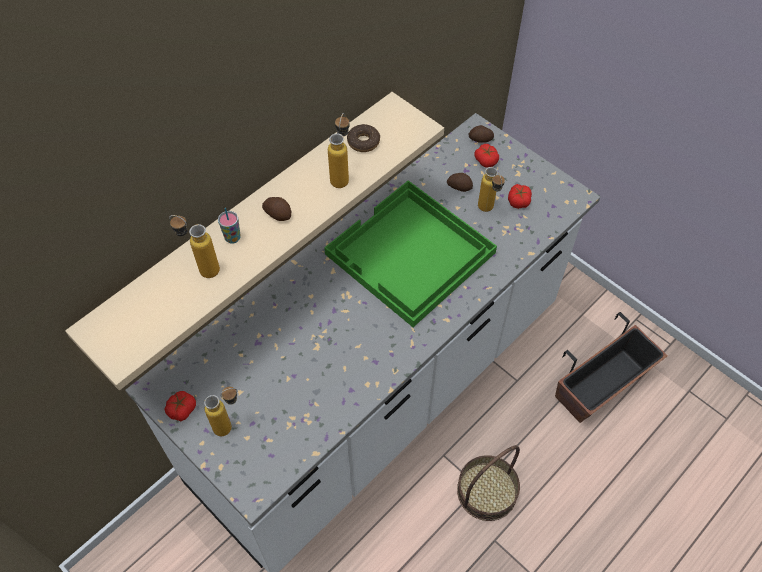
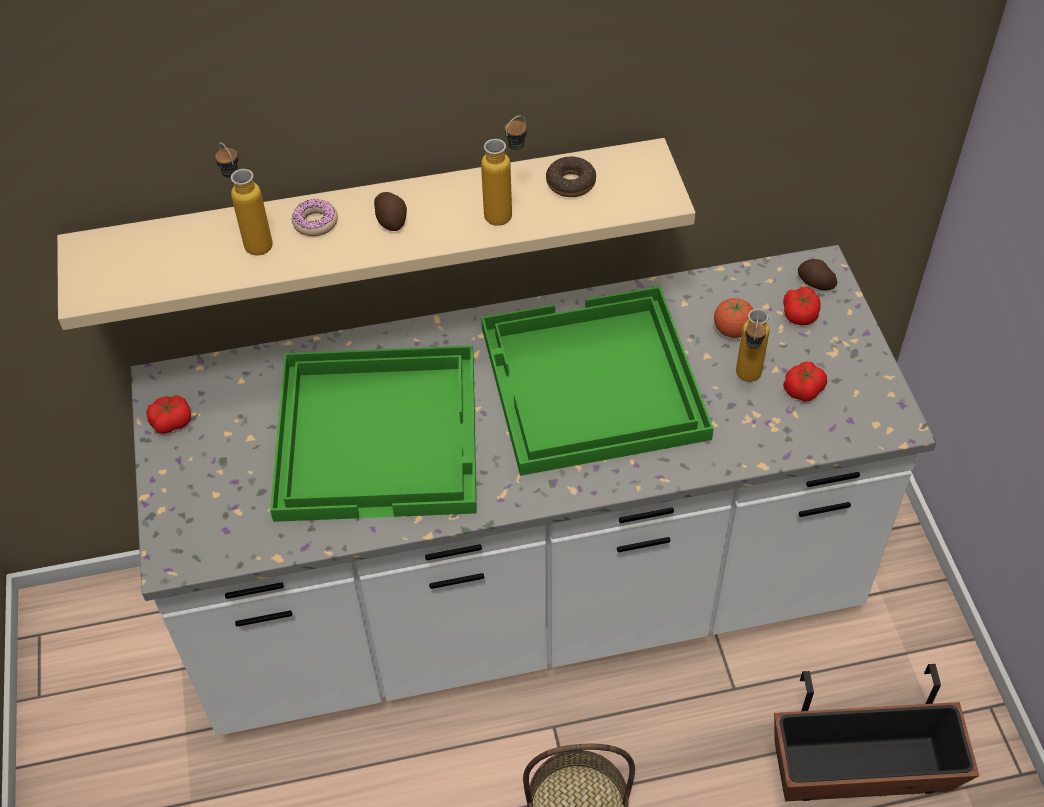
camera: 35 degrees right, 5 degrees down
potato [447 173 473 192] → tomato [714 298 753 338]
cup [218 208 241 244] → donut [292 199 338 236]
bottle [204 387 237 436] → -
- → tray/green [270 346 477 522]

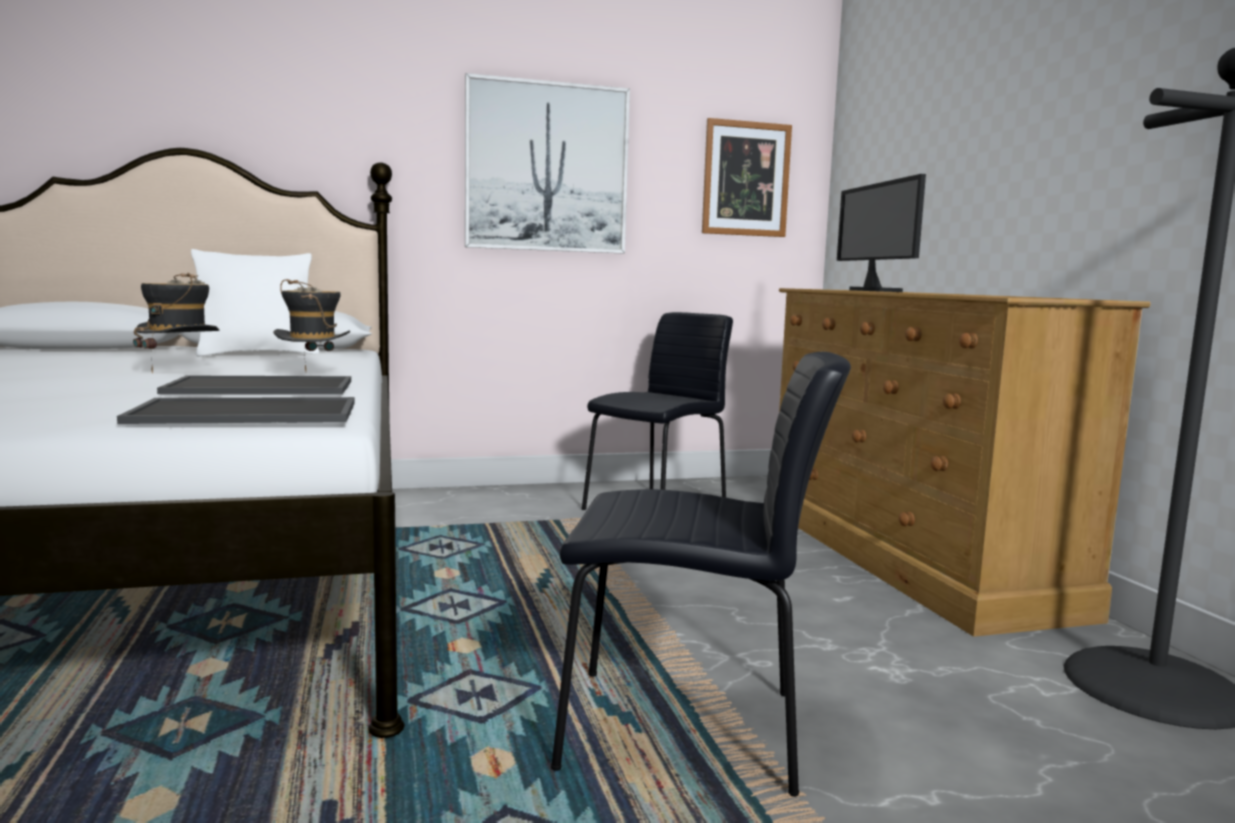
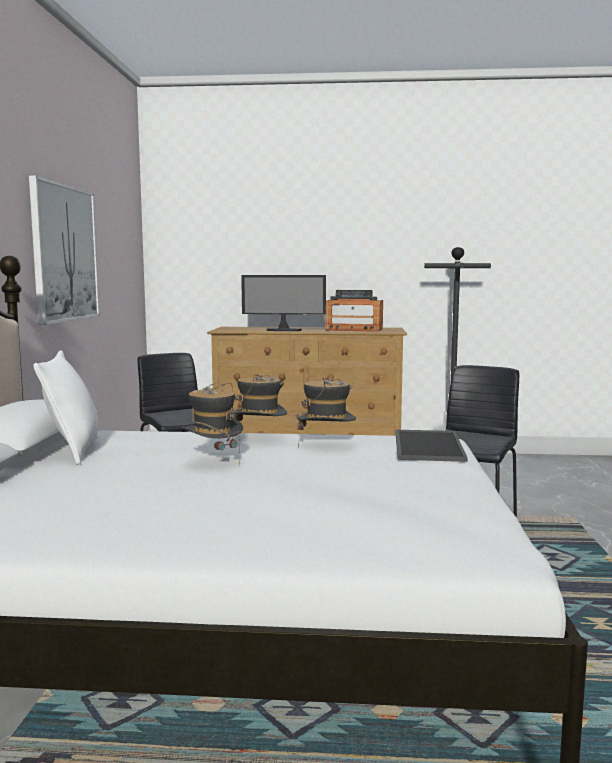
camera: 70 degrees left, 0 degrees up
picture [702 118 792 237] → -
tray [157 376 351 394] → hat [295 377 356 448]
- → radio [325 290 383 332]

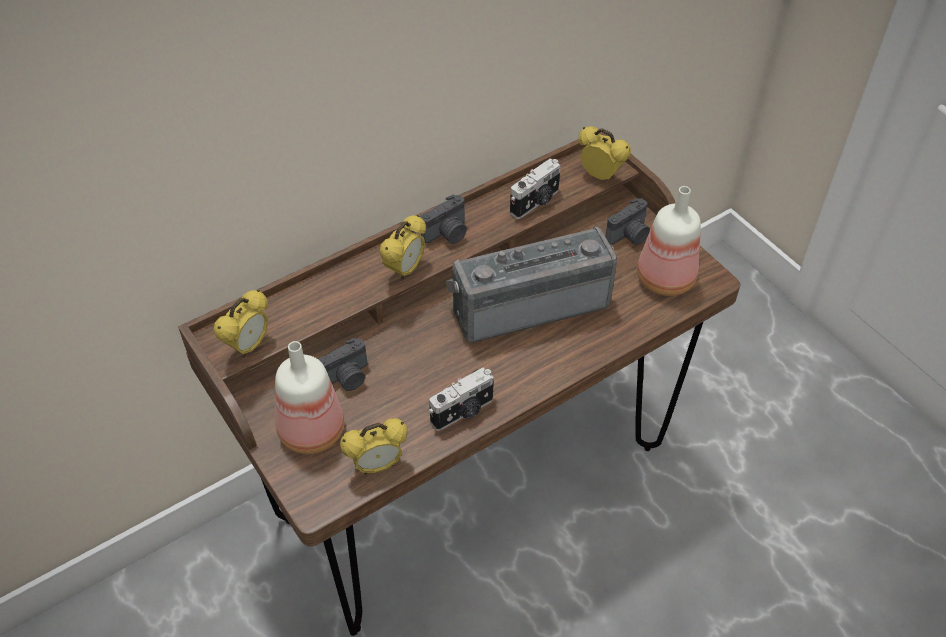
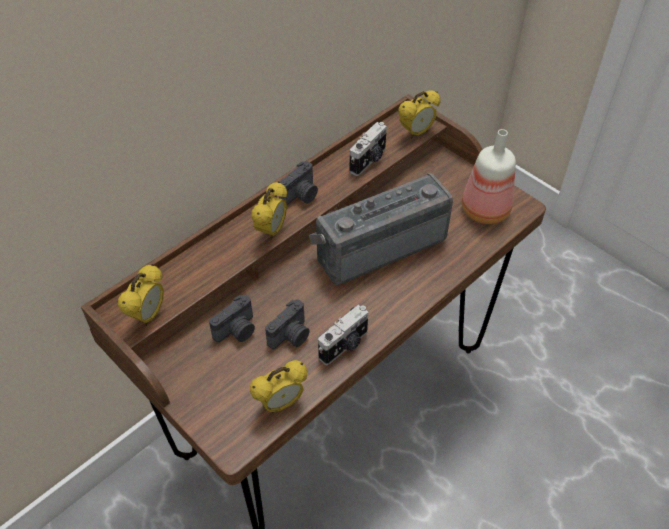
camera: 10 degrees left, 0 degrees up
alarm clock [579 126 631 180] → alarm clock [398 90 441 139], 120 degrees clockwise
photo camera [605 198 650 245] → photo camera [265 299 309 349], moved
bottle [275 341 344 454] → -

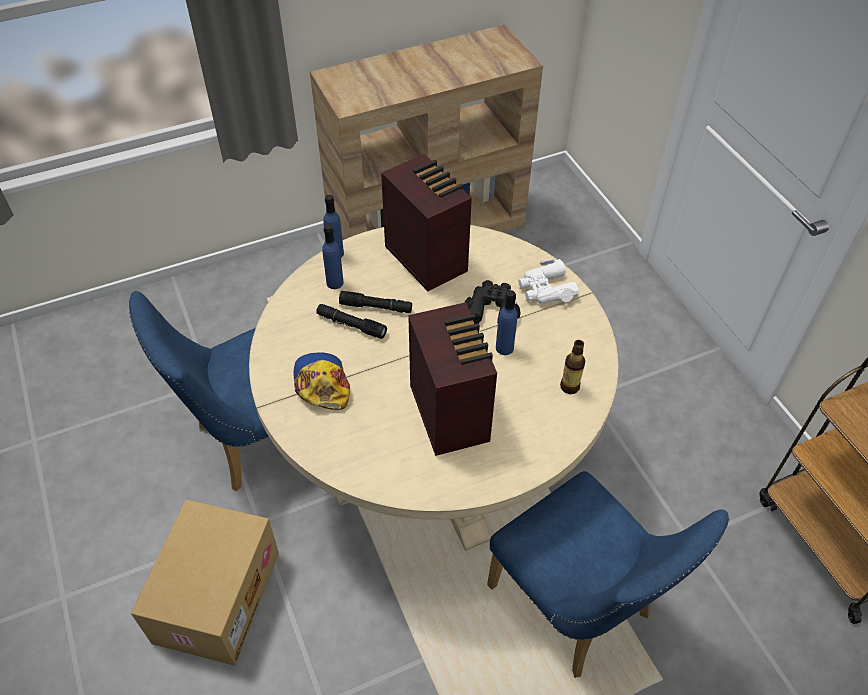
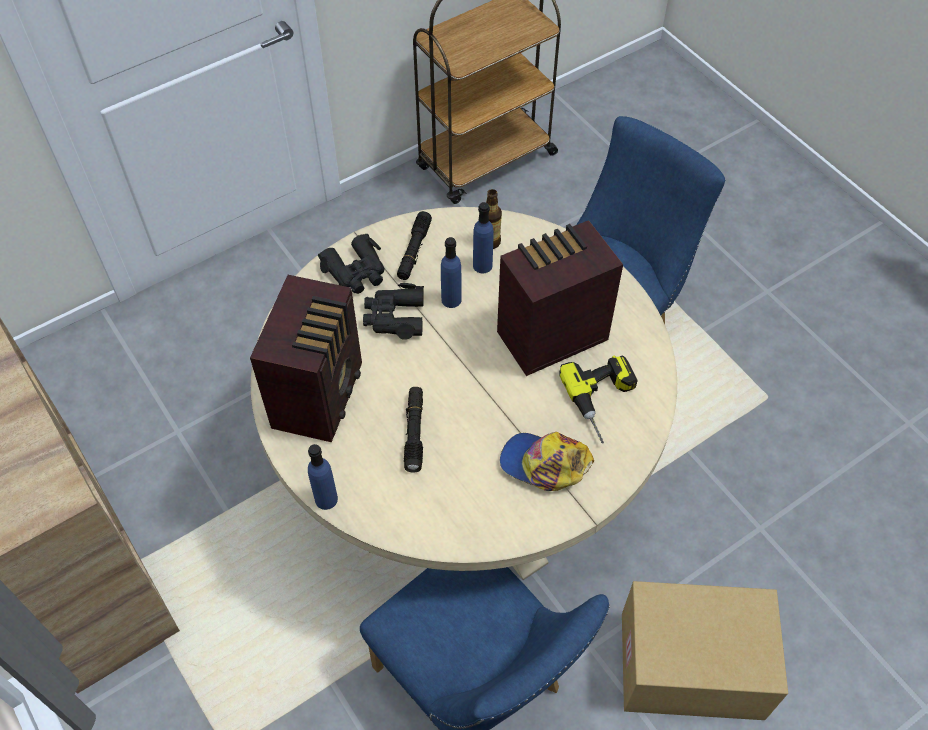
camera: 100 degrees left, 5 degrees up
radio [381 154 472 291] → radio [250 275 362 442], 150 degrees clockwise
bottle/blue [322 224 344 289] → bottle/blue [473 202 493 273], moved
binoculars/white [518 259 580 304] → binoculars/black [318 234 385 294]
flashlight/black [316 304 387 339] → flashlight/black [397 211 432 280], moved
cap [294 352 350 410] → cap [500 432 594 491], 45 degrees clockwise
- → power drill [559 355 638 443]

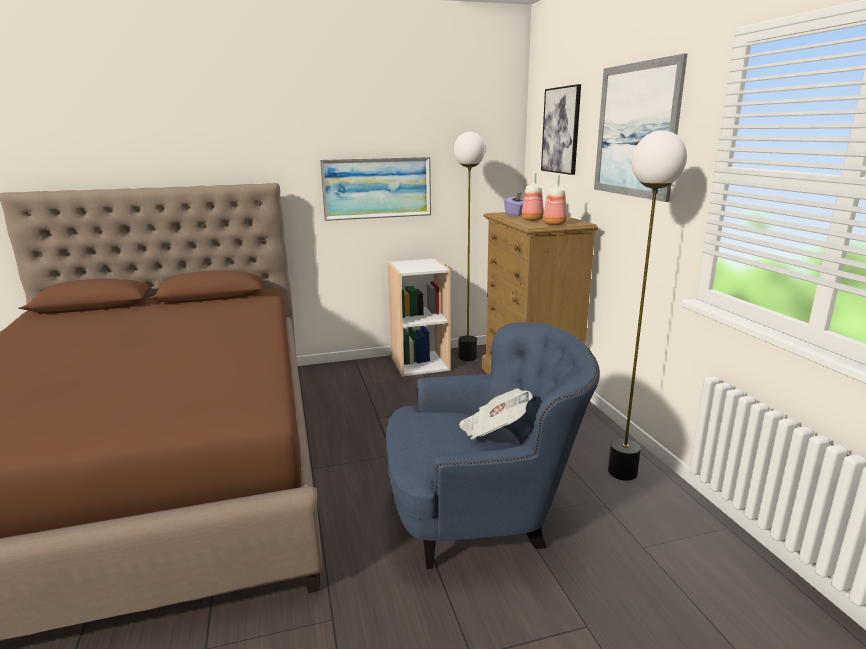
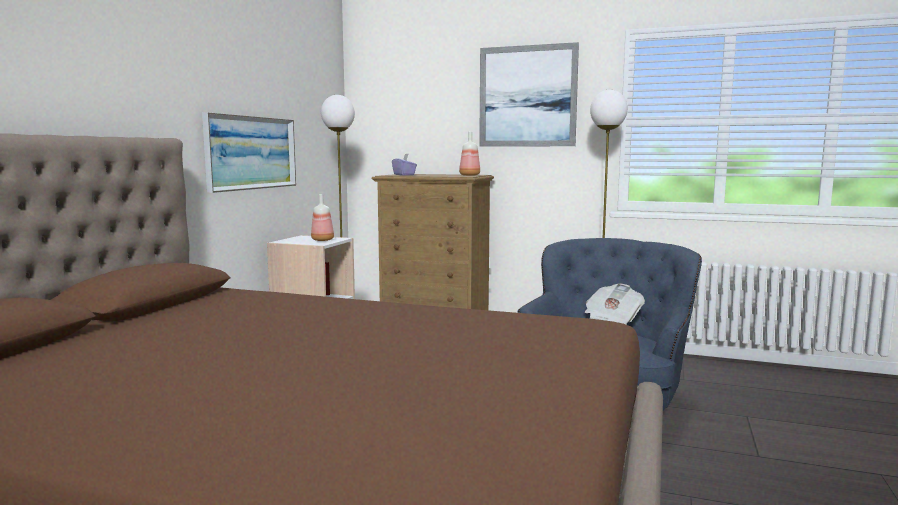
camera: 55 degrees left, 10 degrees down
picture [541 84 581 175] → -
bottle [521 173 544 221] → bottle [311 194 334 241], moved

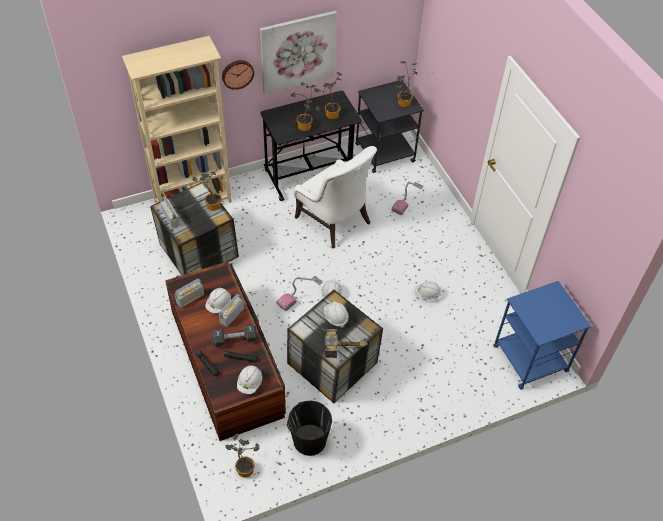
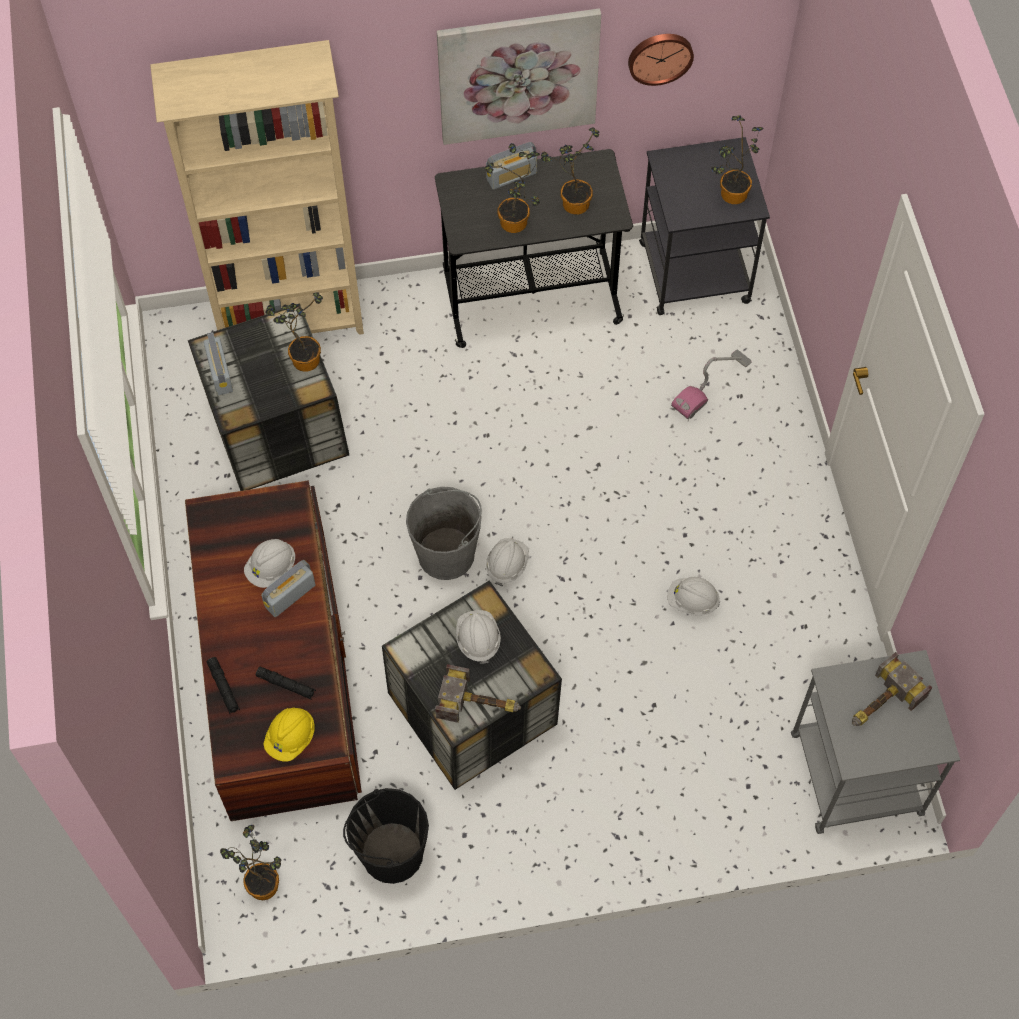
camera: 15 degrees right, 10 degrees up
wall clock [222 60 254 90] → wall clock [628 34 694 86], moved
chair/white [294 146 377 249] → -
vacuum cleaner [276 276 322 311] → bucket/grey [406 487 482 580]
radio [175 279 204 308] → radio [486 142 537 190], moved
cart/blue [493 281 591 389] → cart/grey [791 650 960 834]
dumbbell/black [212 324 257 347] → -
hard hat/white [237 365 262 394] → hard hat/yellow [264 707 315 762]
- → hammer [852 652 932 726]

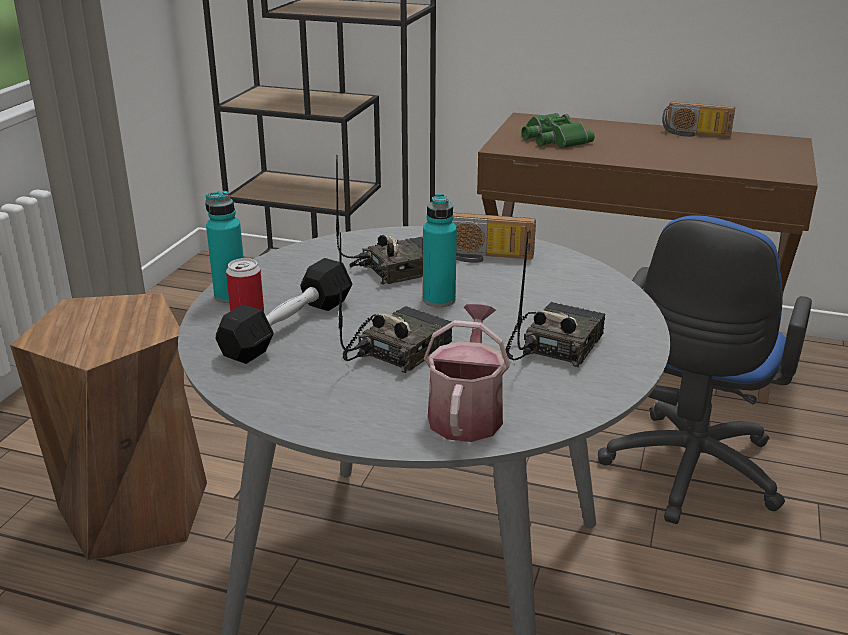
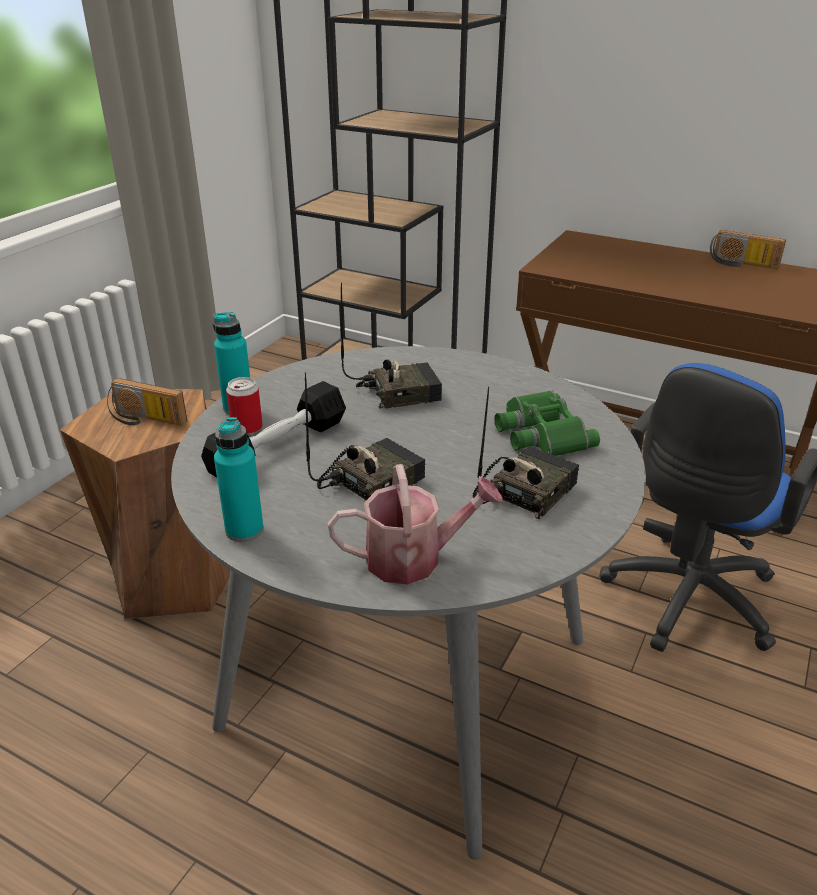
camera: 10 degrees right, 5 degrees up
binoculars/green [521 113 595 148] → binoculars/green [494 390 600 456], moved
bottle/turquoise [423 194 457 307] → bottle/turquoise [214 417 264 542], moved
radio [452 213 536 263] → radio [107 378 187 426], moved
watering can [424 303 510 442] → watering can [328 464 503 584], 60 degrees clockwise

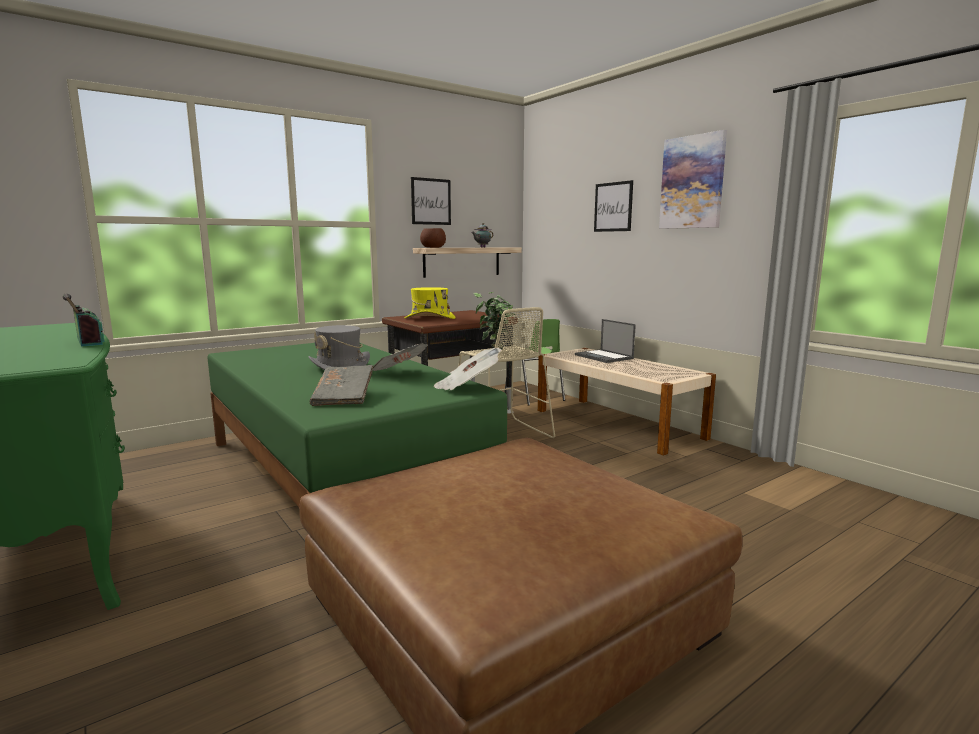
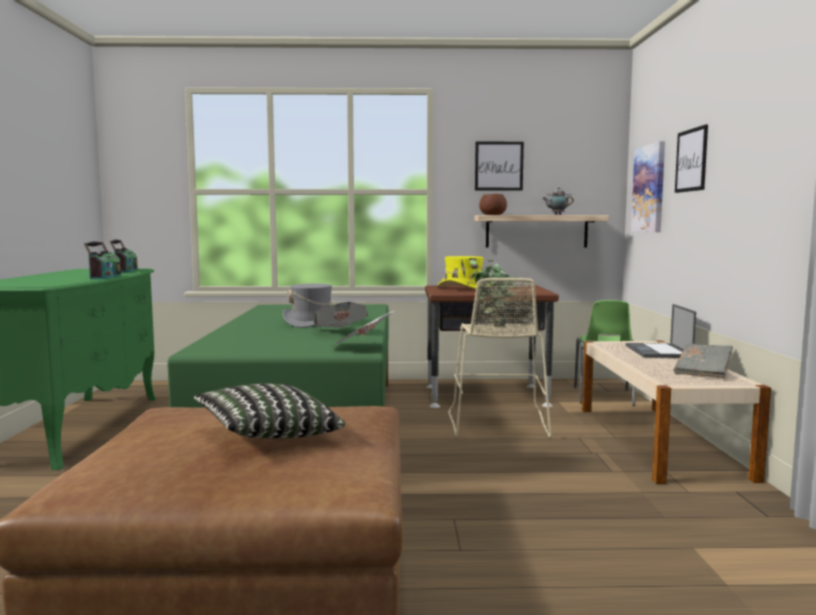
camera: 35 degrees right, 5 degrees down
picture [659 130 727 229] → picture [631 141 665 232], moved
book/grey [310 365 373 406] → book/grey [674 344 733 378], moved
- → radio [110 239 138 273]
- → pillow [194 384 345 439]

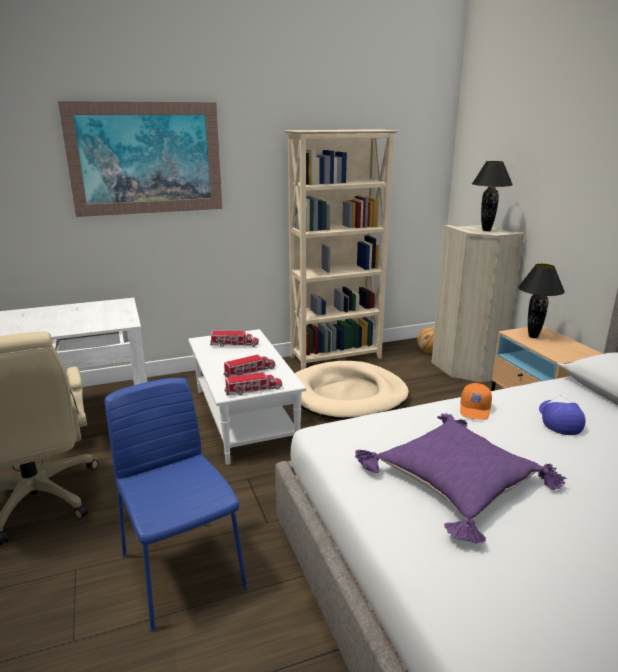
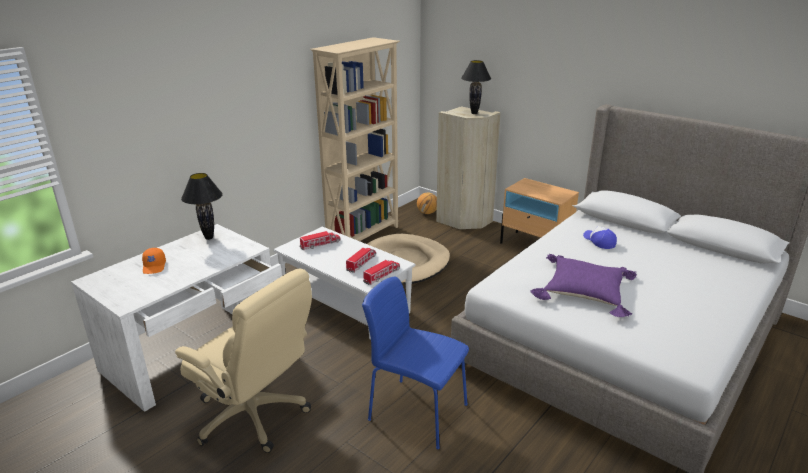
camera: 30 degrees left, 5 degrees up
picture [58 101 222 217] → -
table lamp/black [518 264 565 338] → table lamp/black [181 173 223 240], moved
cap/orange [460 383 492 420] → cap/orange [142 248 166 274], moved

